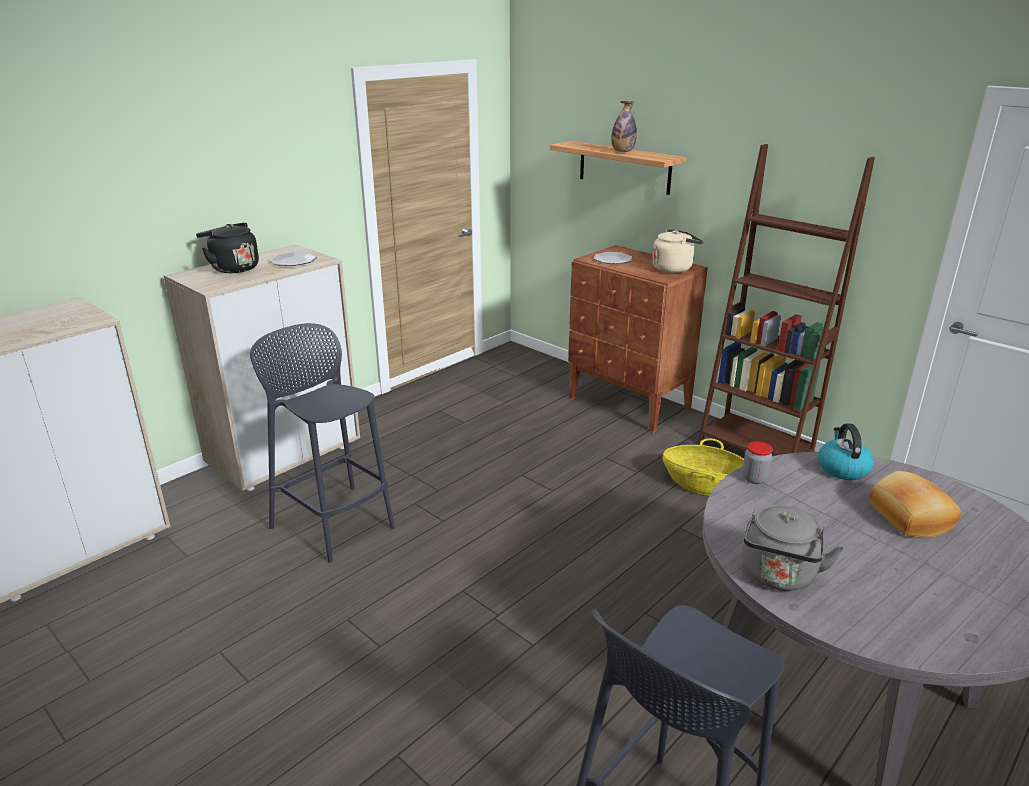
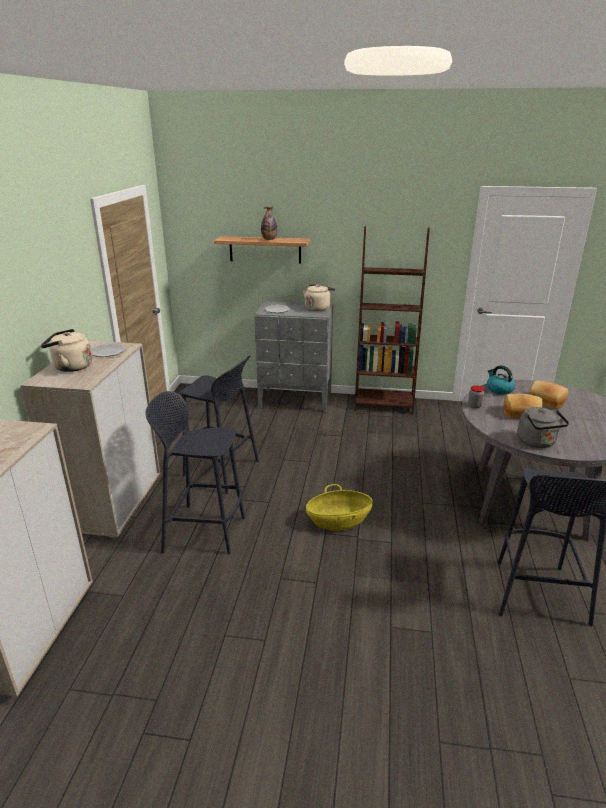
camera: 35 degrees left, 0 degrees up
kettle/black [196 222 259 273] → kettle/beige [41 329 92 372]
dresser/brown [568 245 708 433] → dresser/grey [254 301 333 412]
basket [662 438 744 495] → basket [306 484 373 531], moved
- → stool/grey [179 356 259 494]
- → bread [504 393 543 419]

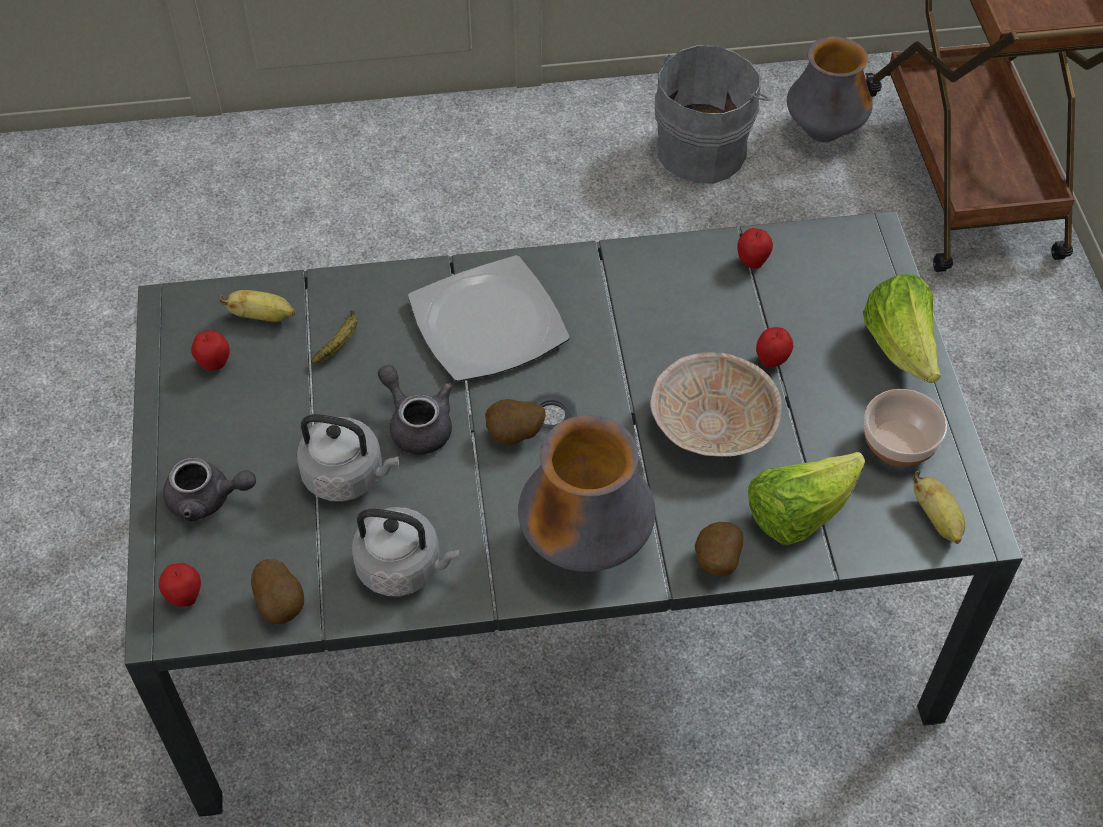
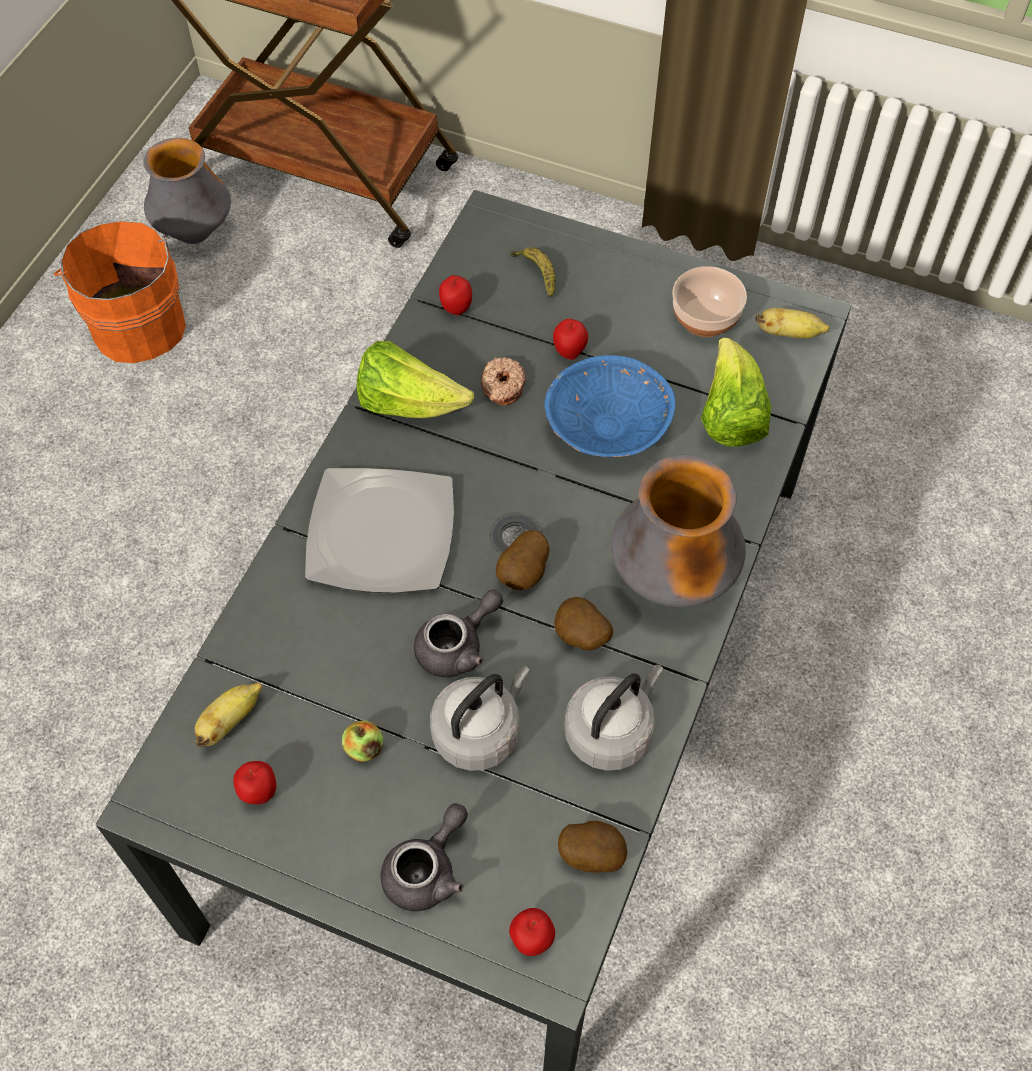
camera: 60 degrees left, 5 degrees up
bucket/grey [655 45 769 184] → bucket/orange [54 220 186 363]
lettuce [863 274 941 383] → lettuce [357 341 474 418], moved
banana [311 310 358 364] → banana [511 247 556 297], moved
bowl/beige [650 352 782 457] → bowl/blue [545 355 675 457]
teapot/grey [378 365 452 454] → teapot/grey [414 590 503 678], 150 degrees clockwise
potato [695 522 743 576] → potato [554 597 613 651], moved
- → donut [481 357 526 405]
- → apple [342 720 383 762]

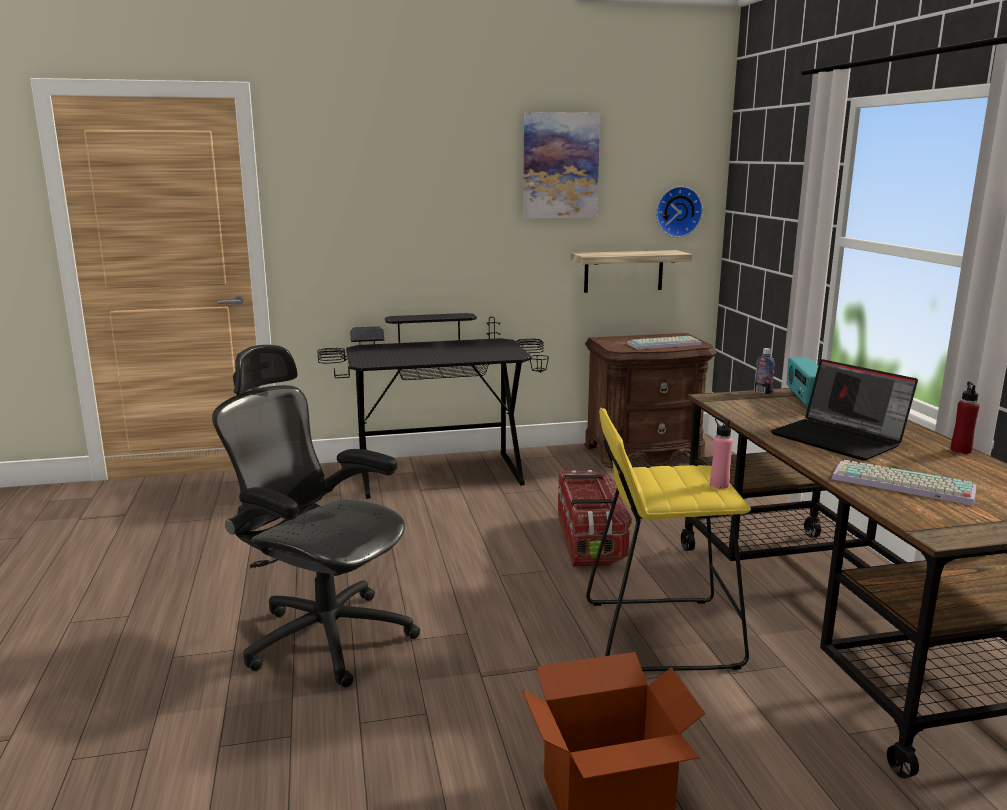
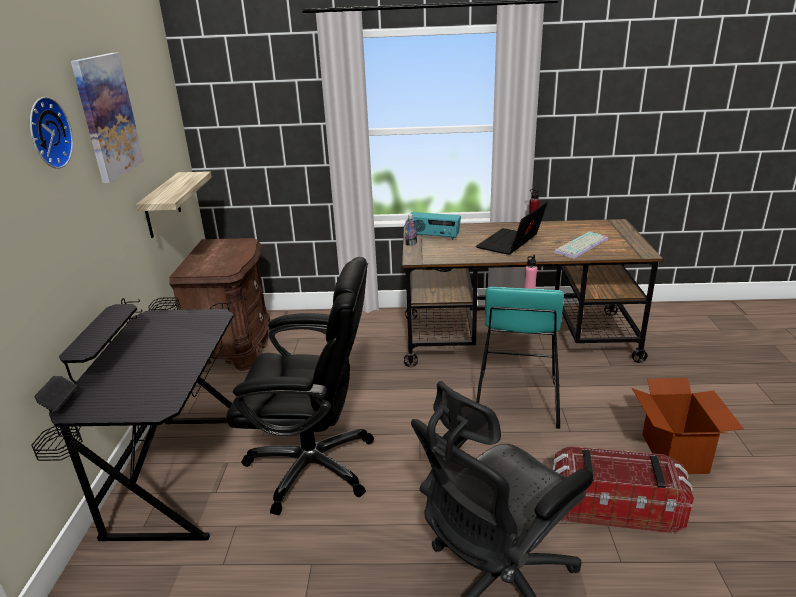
camera: 75 degrees left, 10 degrees up
wall clock [656 186 703 237] → wall clock [30 97 73 169], moved
keyboard [627 336 702 349] → -
laptop [771 359 918 461] → laptop [476 202 548 255], 150 degrees clockwise
stool/yellow [586 408 751 671] → stool/turquoise [476 287 564 429]
storage box [558 470 632 567] → storage box [553 447 694 534], moved
- → office chair/black [226 257 374 515]

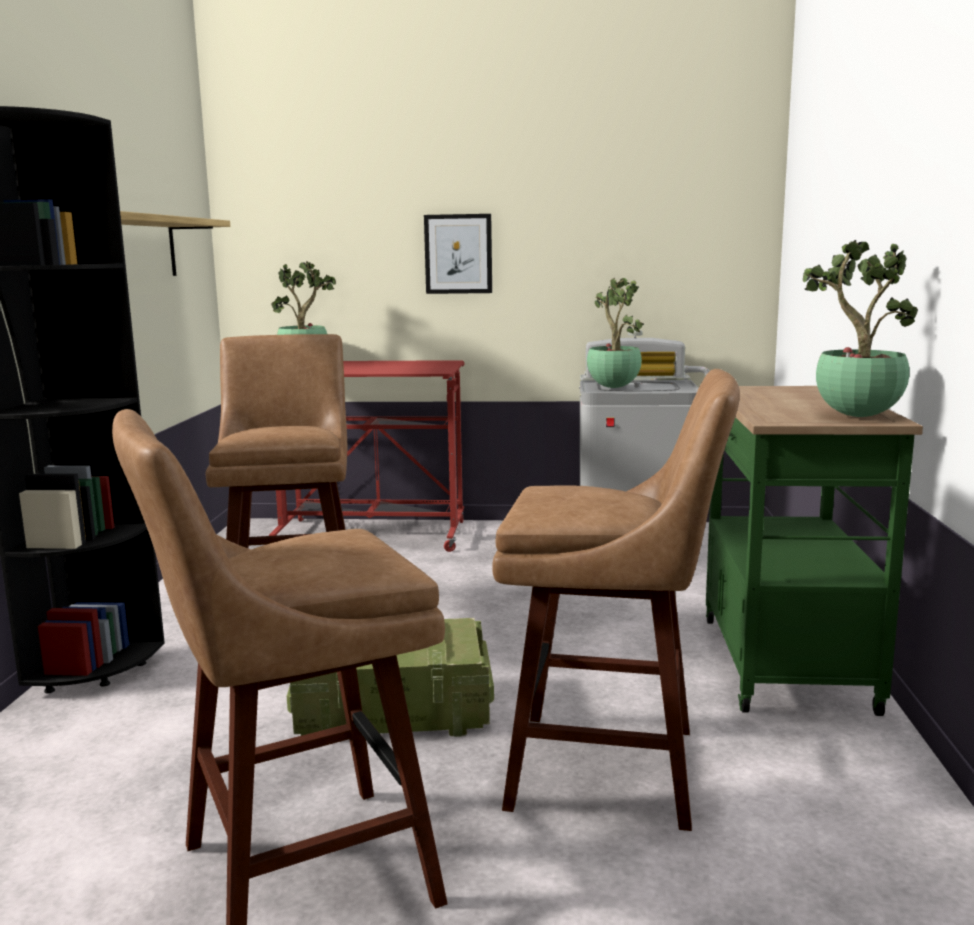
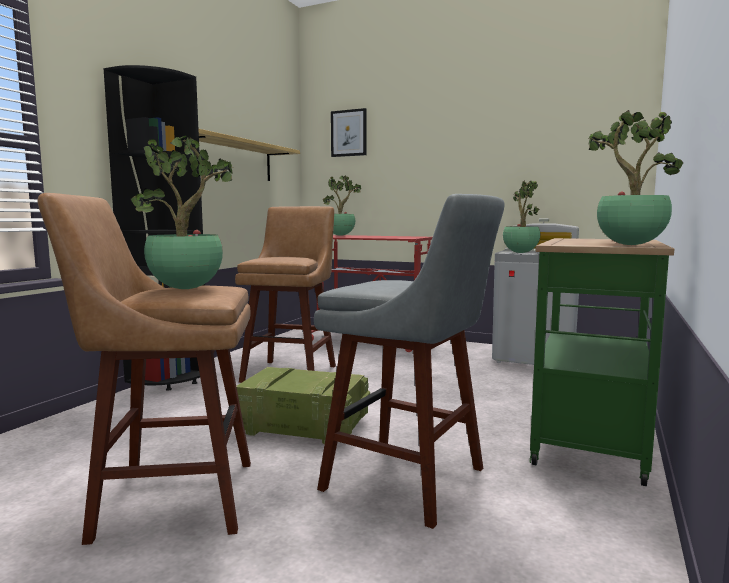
camera: 20 degrees right, 5 degrees down
picture [424 214 492 294] → picture [331 108 367 157], moved
stool/brown [492 369 740 831] → stool/grey [314 194 505 529]
- → potted plant [130 135 233 289]

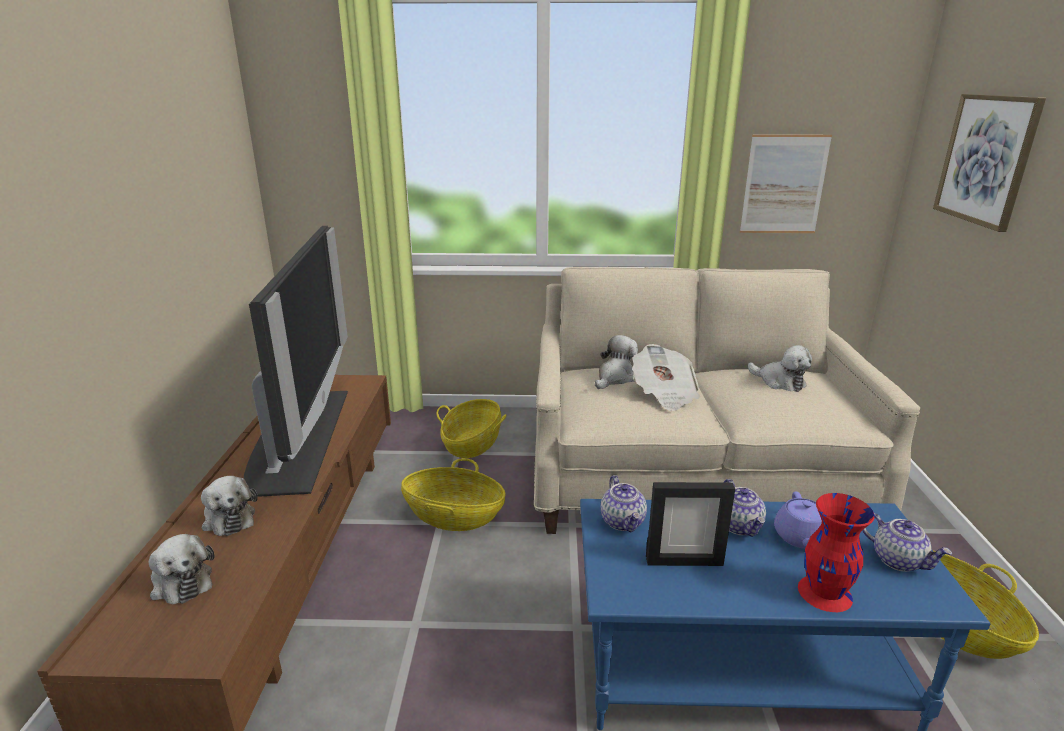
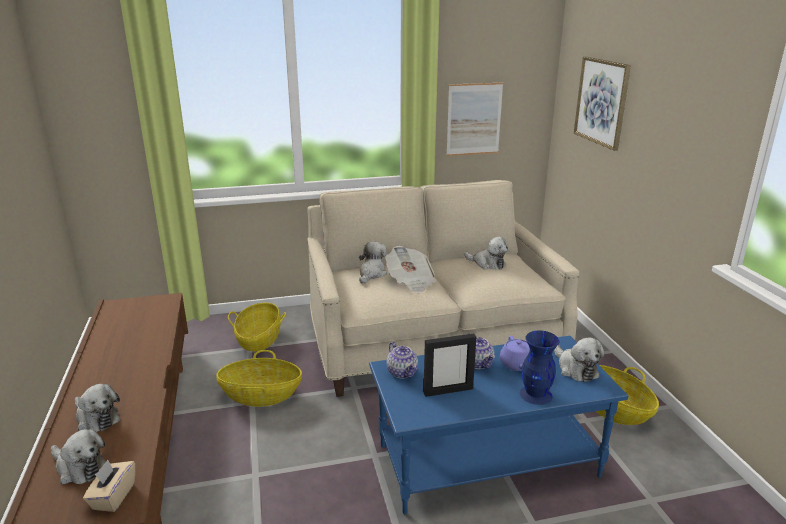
camera: 15 degrees left, 0 degrees up
television [244 226 348 497] → -
vase/red [798 493 875 612] → vase/blue [520 330 559 405]
teapot [862 513 952 572] → plush toy [554 338 604 382]
- → tissue box/beige [83 460 135 512]

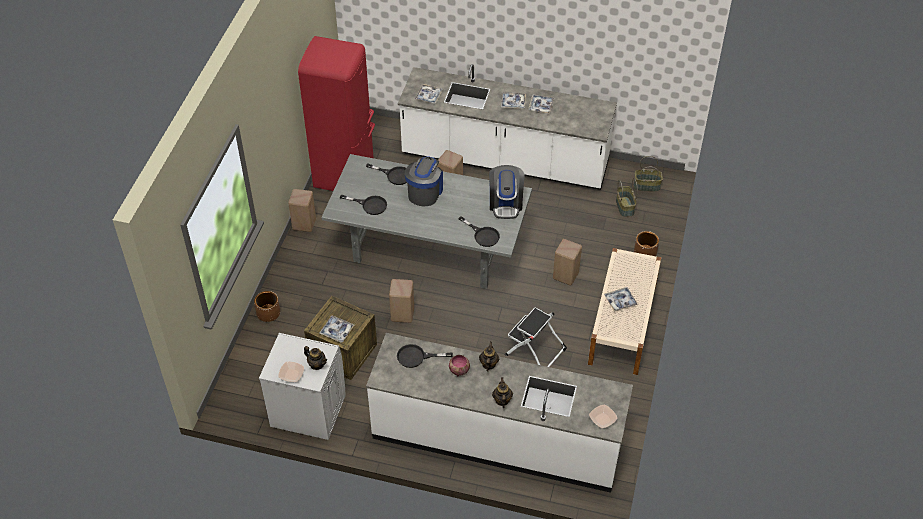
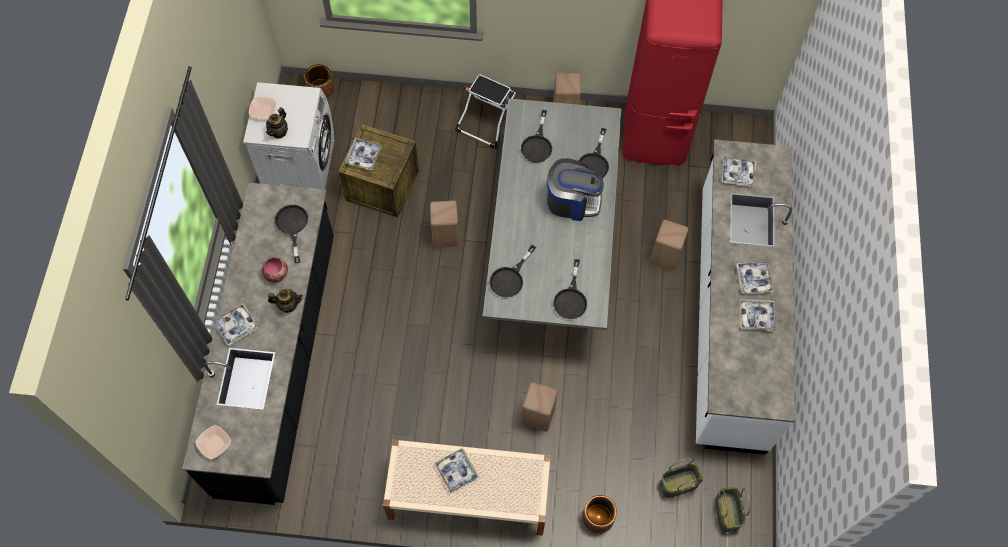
camera: 80 degrees right, 15 degrees up
coffee machine [489 165 524 219] → frying pan/black [553 259 587 319]
planter/brown [254 291 280 322] → planter/brown [304 64 335 98], moved
step ladder [504 308 567 367] → step ladder [455 75 515 149], moved
counter/white [366 333 633 493] → counter/black [182 183 334 505]
teapot [492 377 513 408] → tray [213 303 258 346]

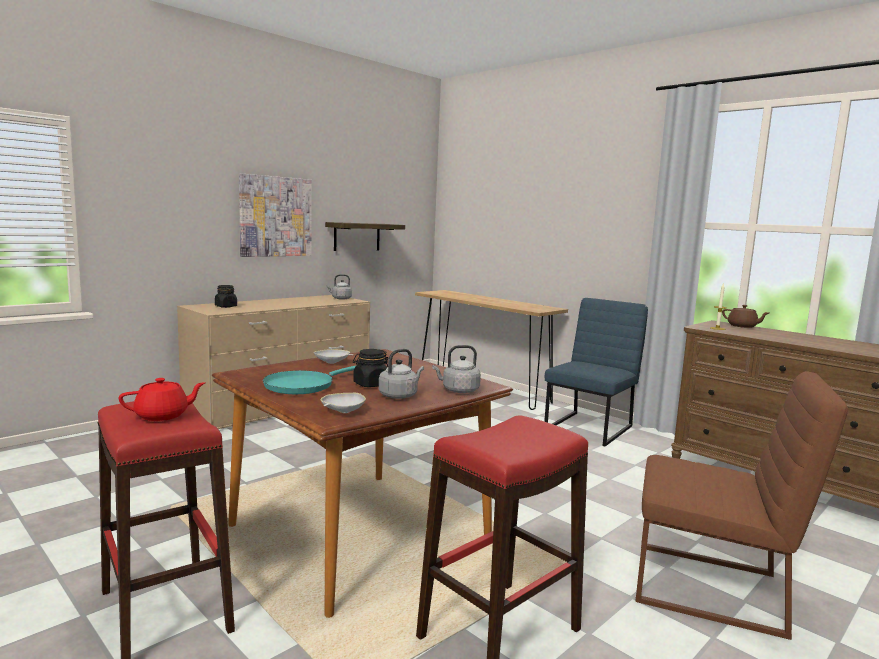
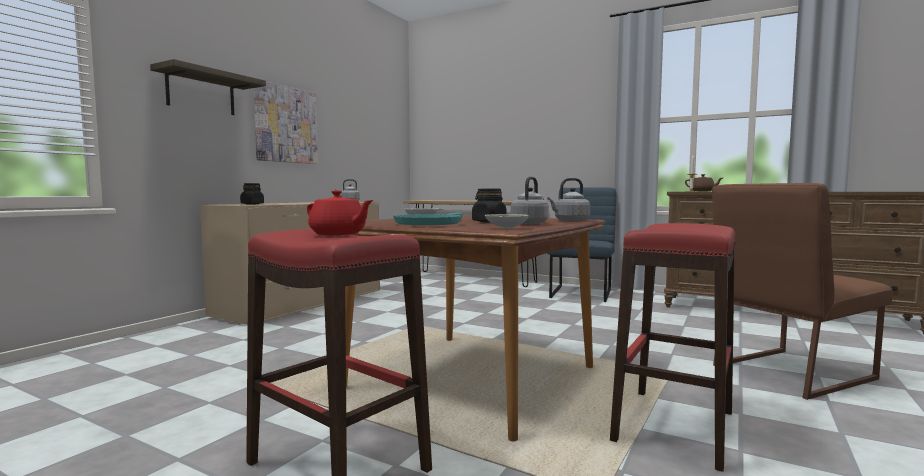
camera: 15 degrees left, 5 degrees down
shelf [325 222 405 251] → shelf [150 59 266 115], moved
chair/brown [636 371 848 640] → chair/brown [712 183 893 400], 150 degrees clockwise
teapot/red [118 378 205 421] → teapot/red [307 190 374 235], 75 degrees clockwise

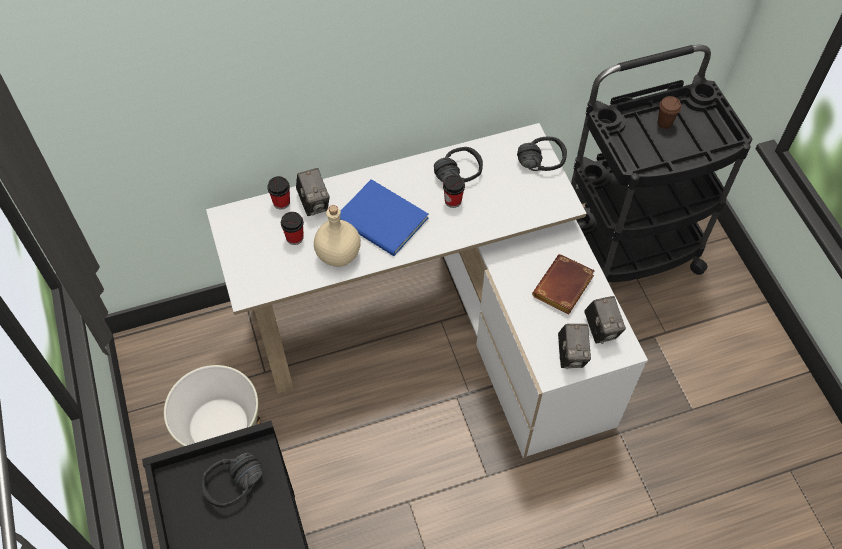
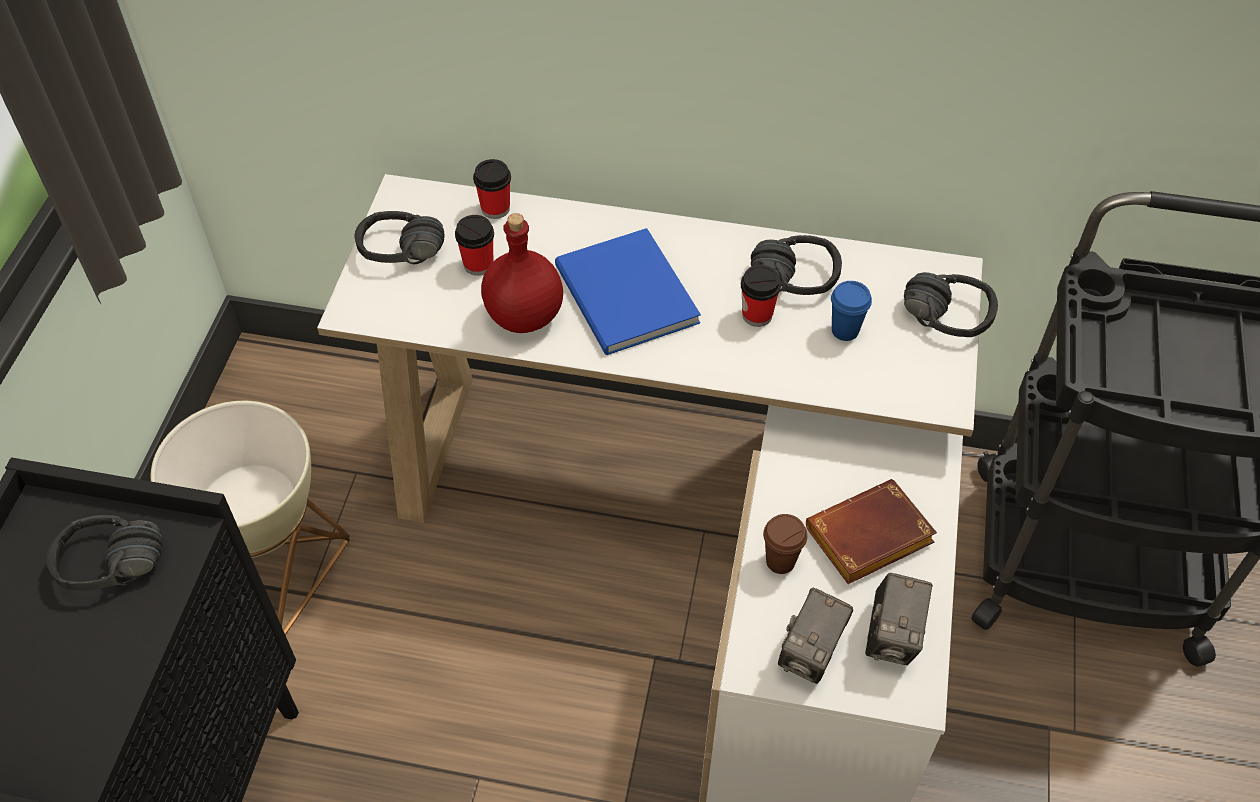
camera: 30 degrees right, 5 degrees down
cup/brown [658 96 681 129] → cup/brown [763 514 807 574], moved
photo camera [296 168 330 216] → -
bottle/beige [314 205 361 267] → bottle/red [481 213 563 333]
- → headphones/black [355 211 445 264]
- → cup/blue [831 281 872 341]

